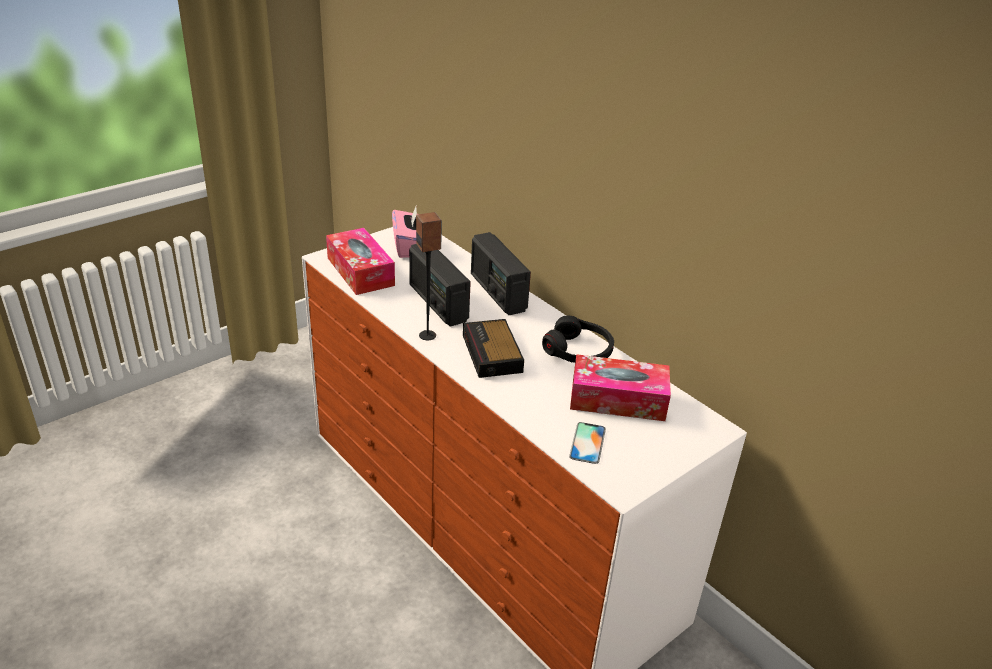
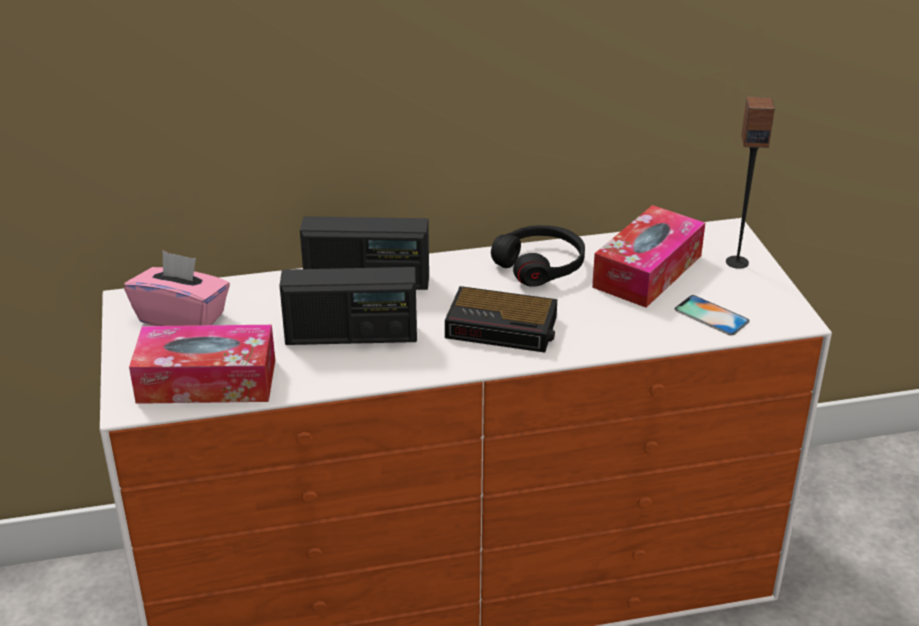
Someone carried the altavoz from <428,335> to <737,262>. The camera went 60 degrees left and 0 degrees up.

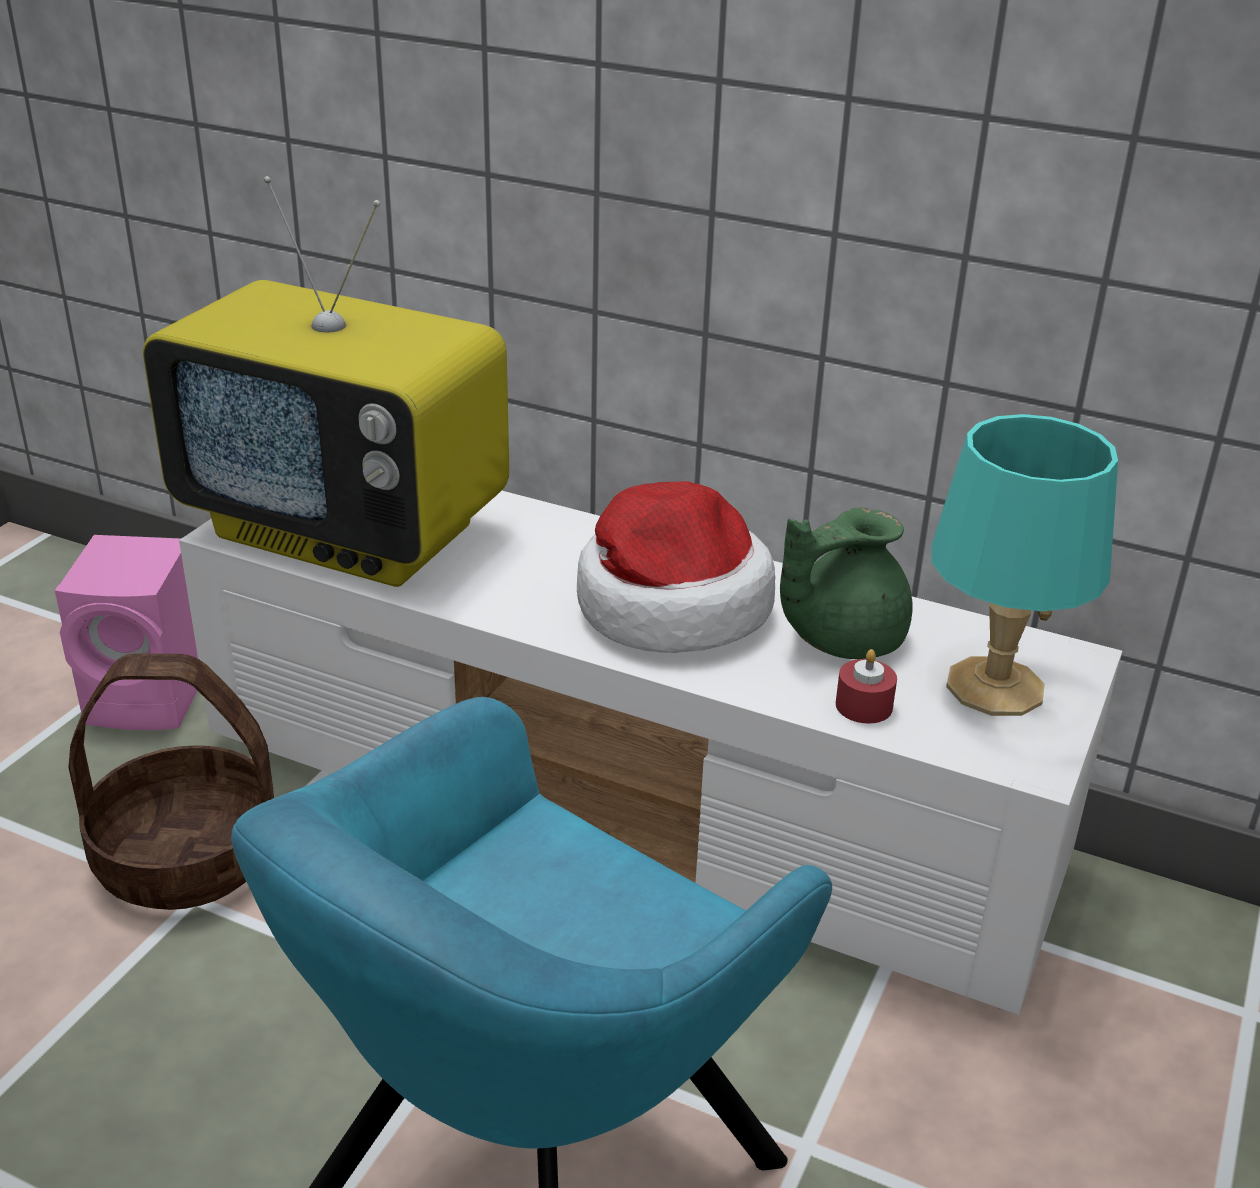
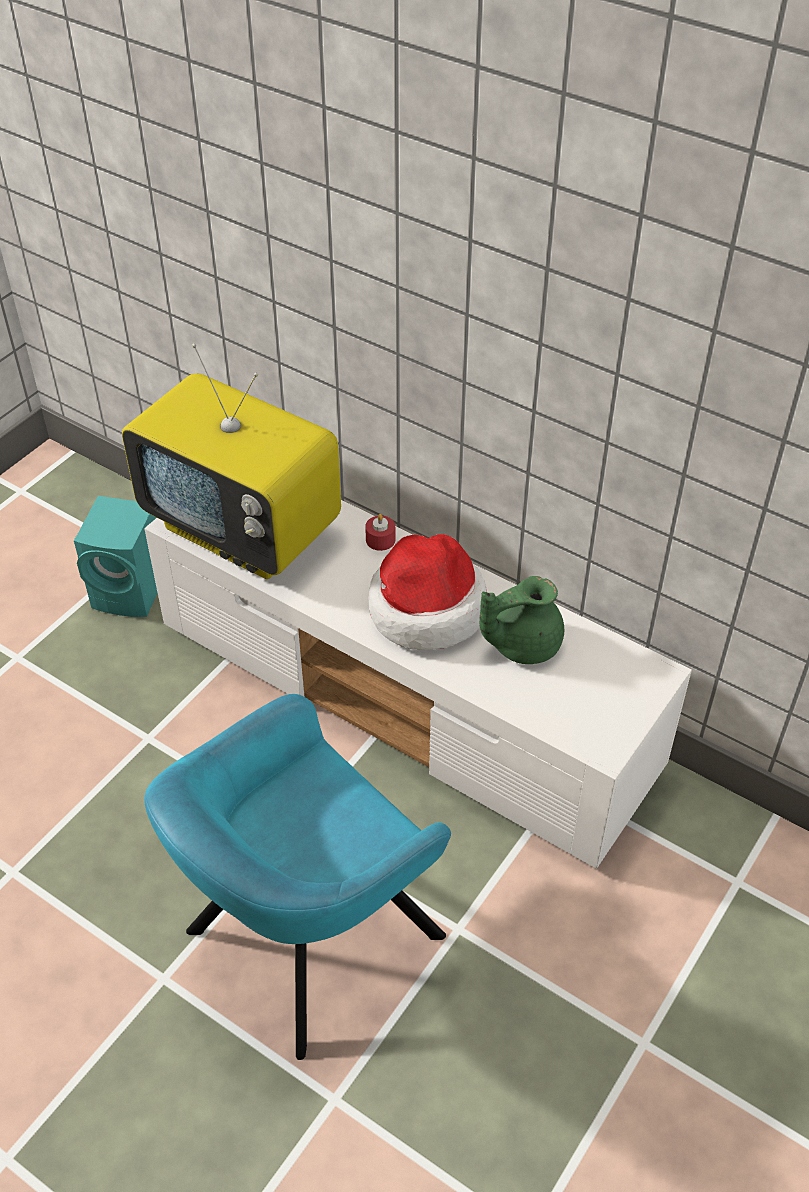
Someone took away the cesta at <188,856>. Someone took away the lámpara de mesa/turquesa at <992,686>. Someone carried the vela/rojo from <864,706> to <380,540>. Someone repainted the altavoz/rosa at <152,697>, which became the altavoz/turquesa at <132,591>. The camera went 10 degrees right and 15 degrees up.

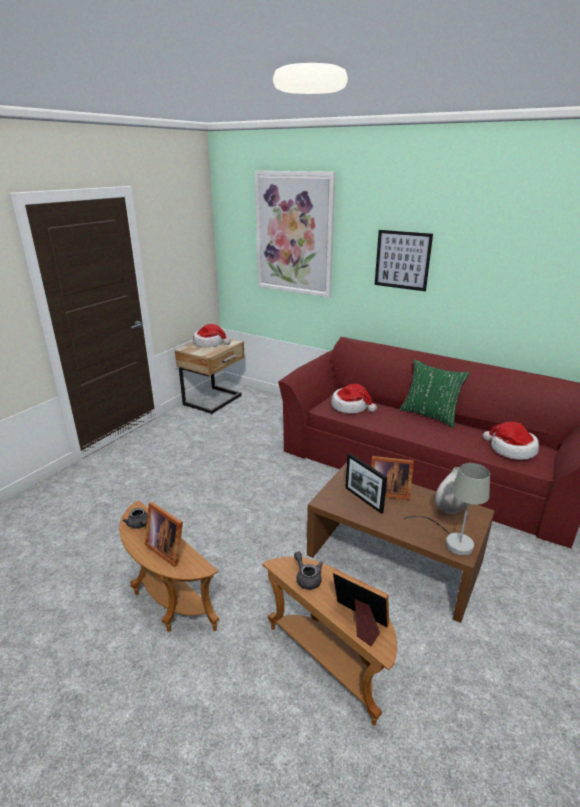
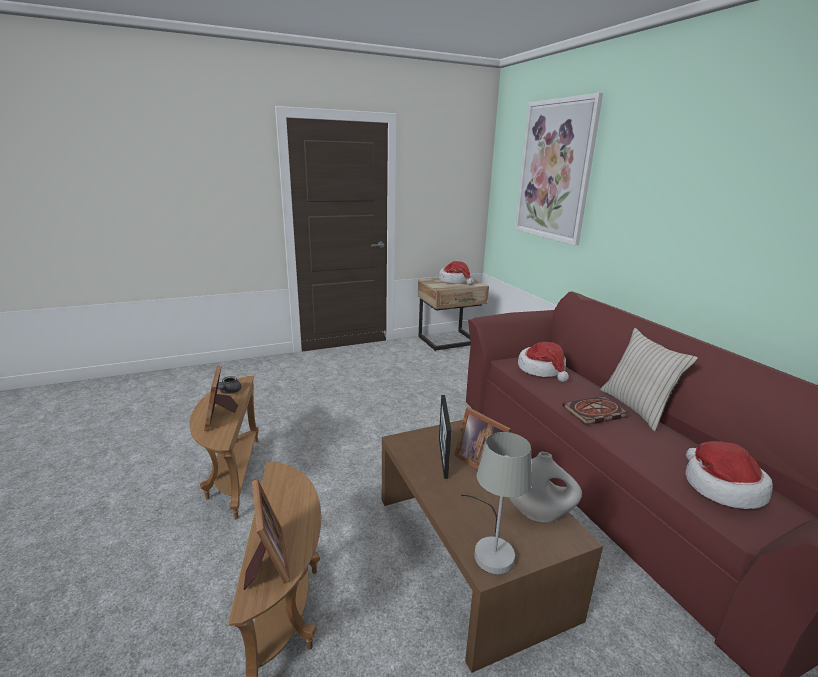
Someone took away the tetera/gris at <307,578>. Someone took away the cuadro at <402,260>. Someone put down the libro at <594,413>. Someone repainted the cojín/verde at <429,415>, which became the cojín/beis at <636,408>. The camera went 35 degrees right and 5 degrees down.

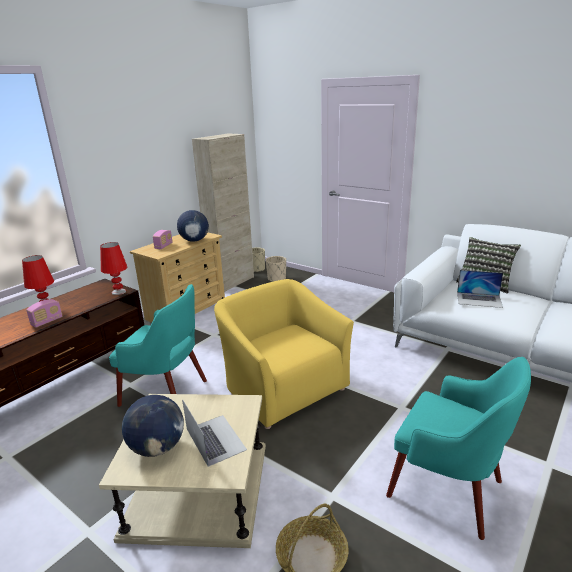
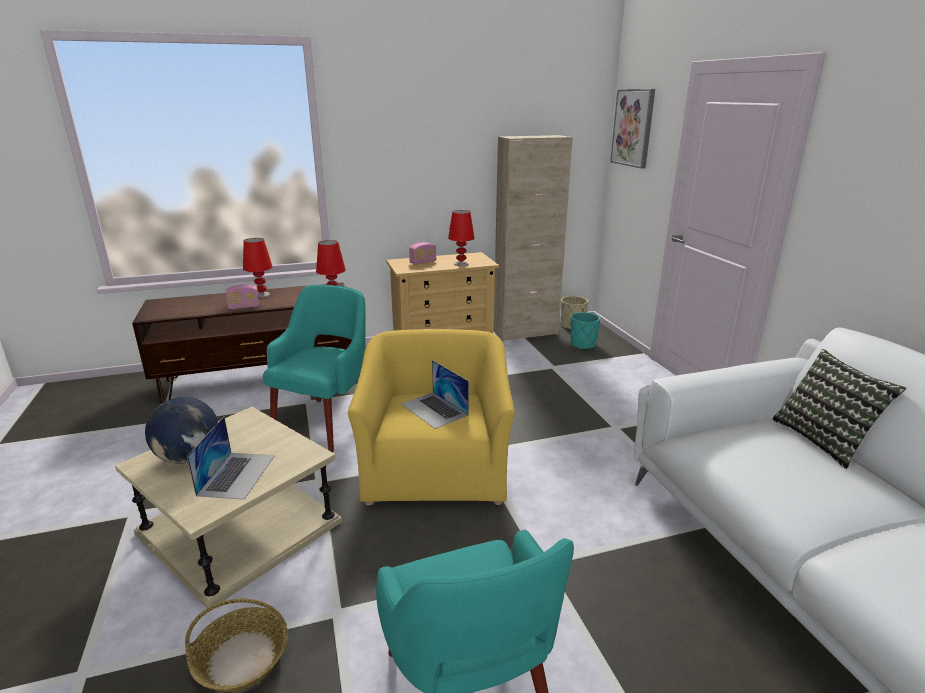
Someone put up the cuadro at <633,128>. Someone carried the portátil from <479,300> to <434,409>. Someone swapped the globo terráqueo at <194,240> for the lámpara de mesa/rojo at <461,264>. Someone repainted the maceta/beis at <276,279>, which became the maceta/turquesa at <583,344>. Someone rotated the sillón/turquesa at <165,392> by 120 degrees counterclockwise. The camera went 35 degrees right and 0 degrees up.

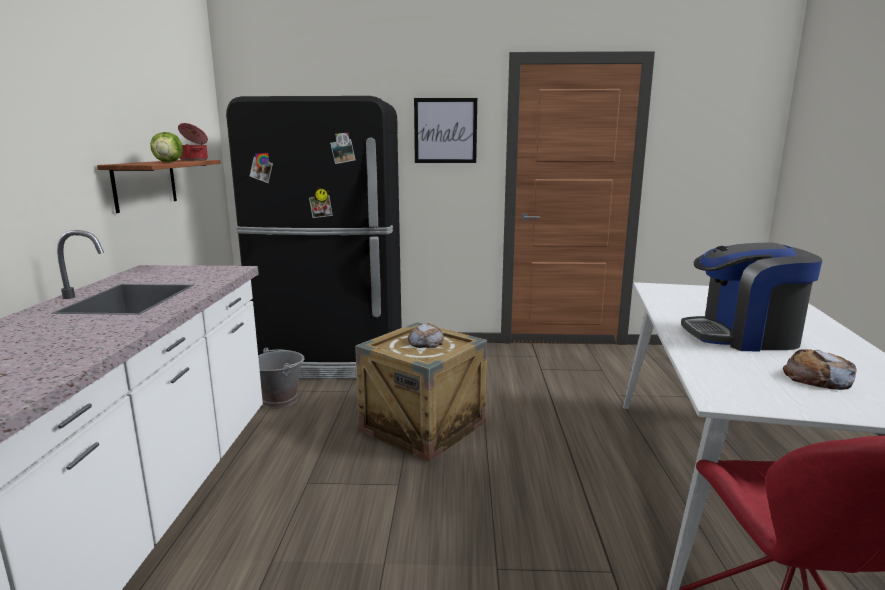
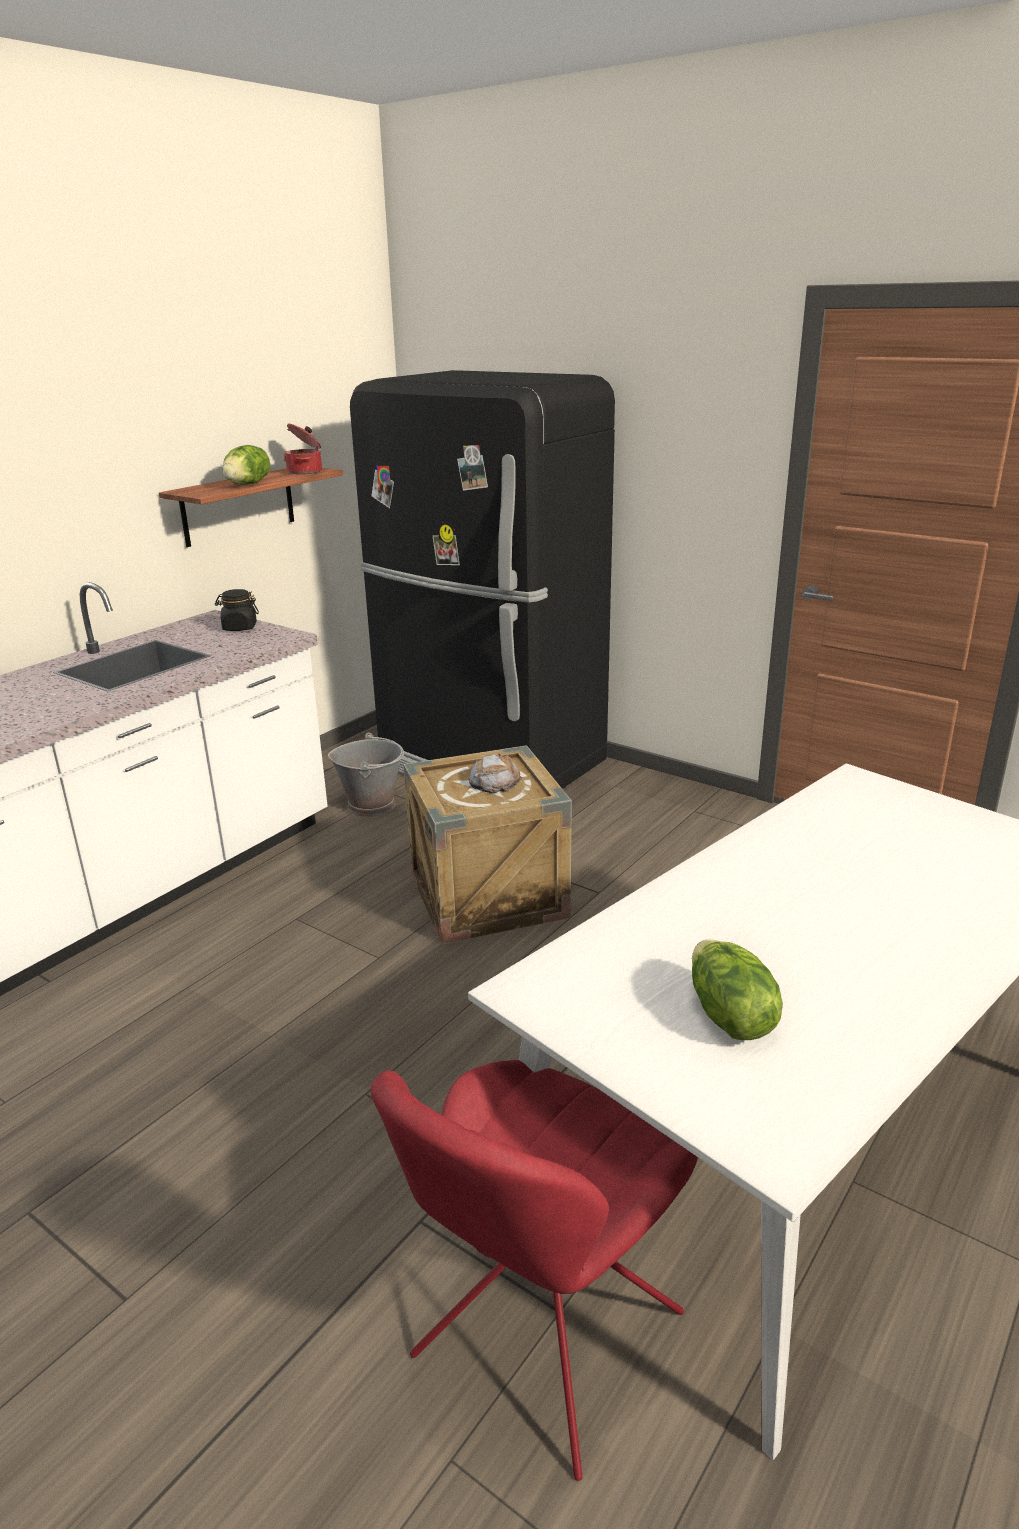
Someone took away the cuadro at <445,131>. Someone took away the cafetera at <743,336>. Someone put down the tarro/negro at <239,628>. Someone swapped the pan at <817,378> for the lechuga at <728,1016>. The camera went 35 degrees right and 10 degrees up.

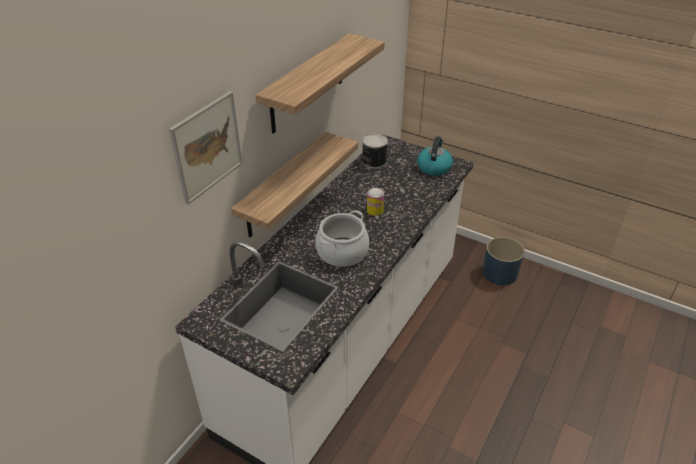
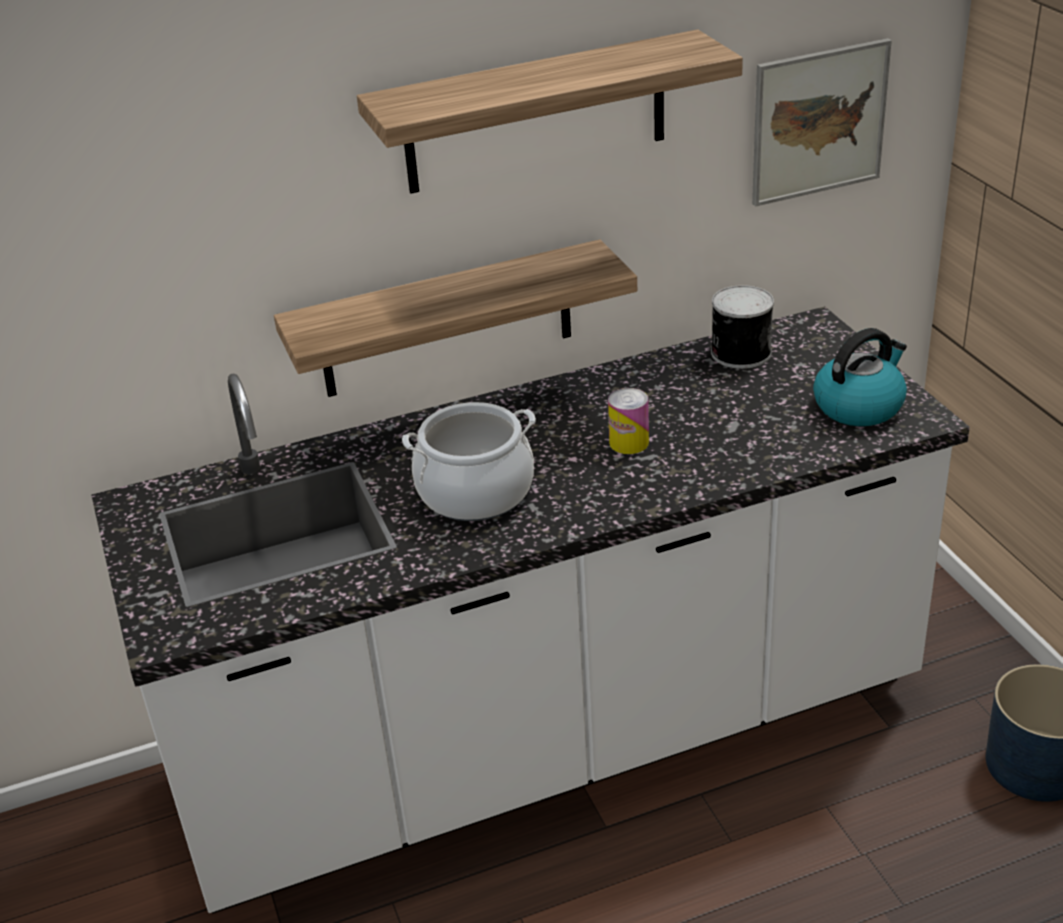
Someone carried the cuadro from <207,147> to <818,122>. The camera went 40 degrees right and 5 degrees down.

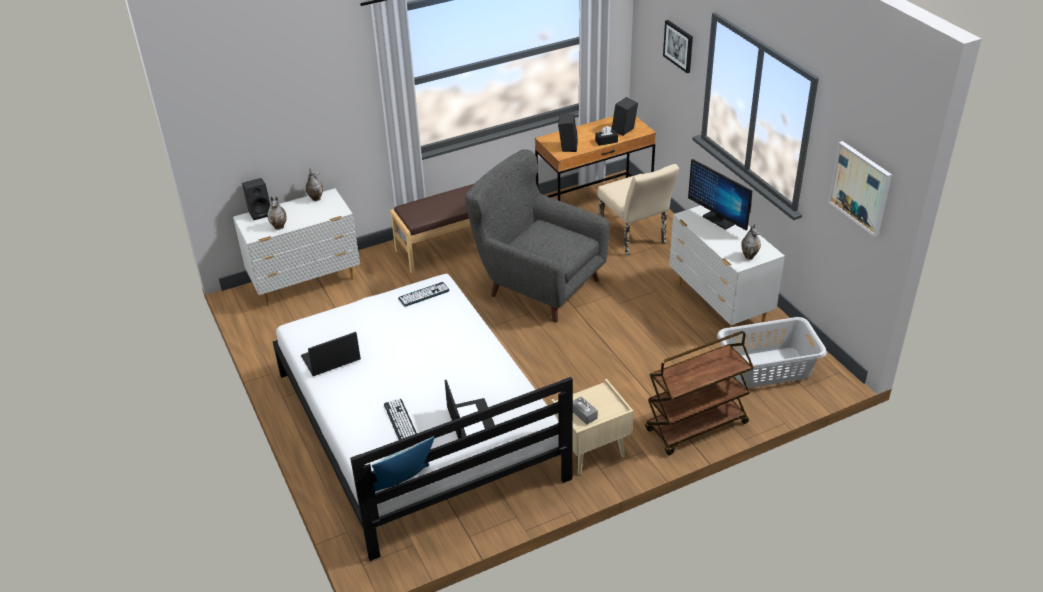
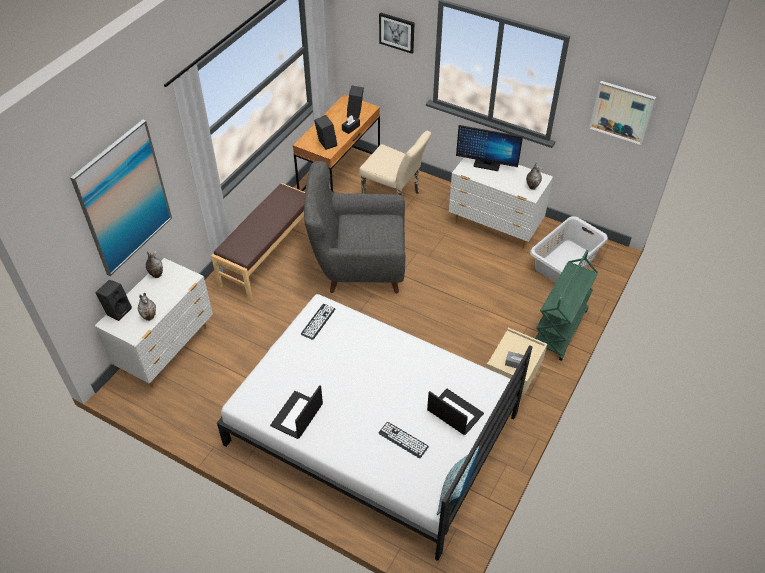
Someone put up the cuadro at <124,199>. Someone repainted the carrito/marrón at <696,427>, which became the carrito/verde at <560,330>. The camera went 35 degrees left and 10 degrees up.

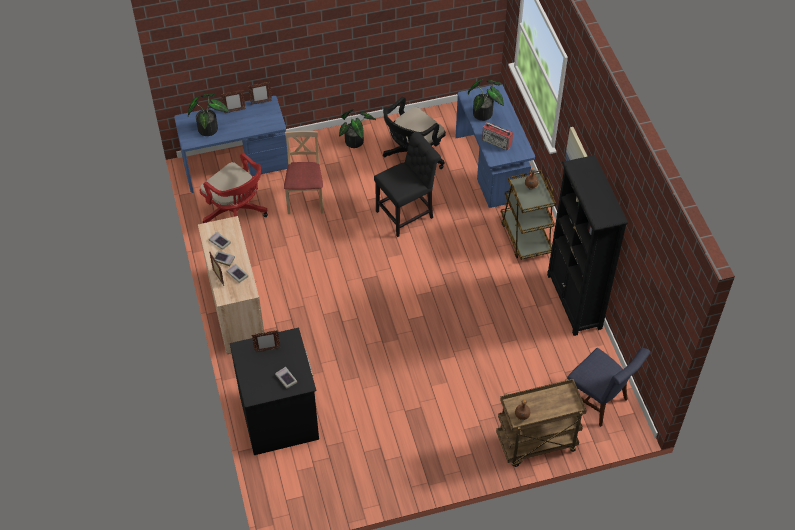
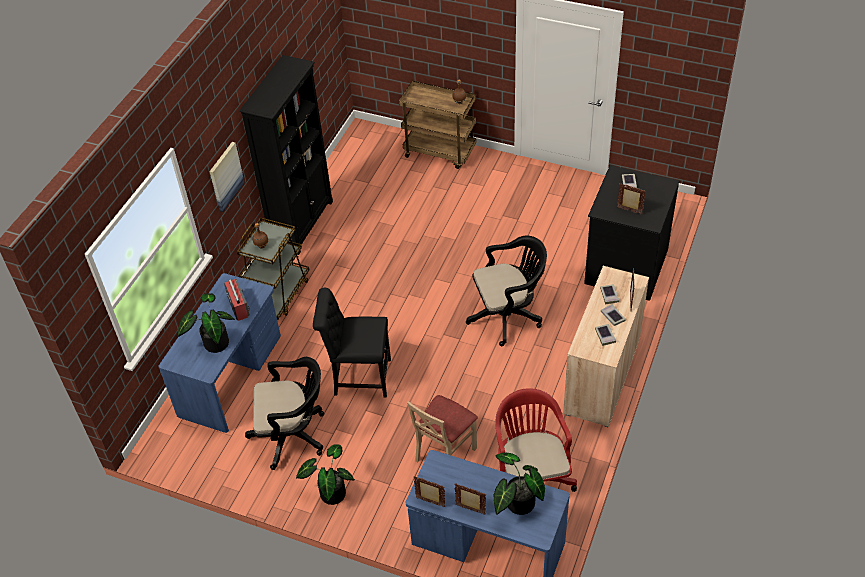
Someone took away the silla/azul at <599,401>. Someone put down the silla de oficina/negro at <508,315>. The camera went 140 degrees left and 5 degrees down.

